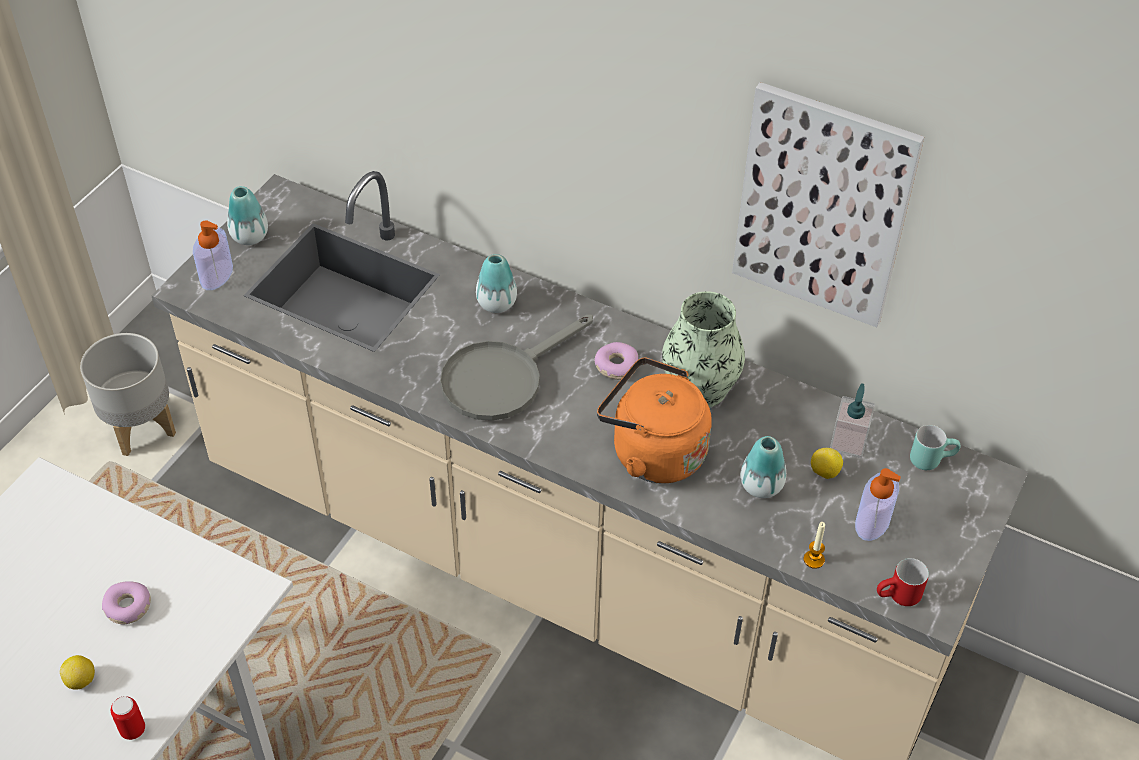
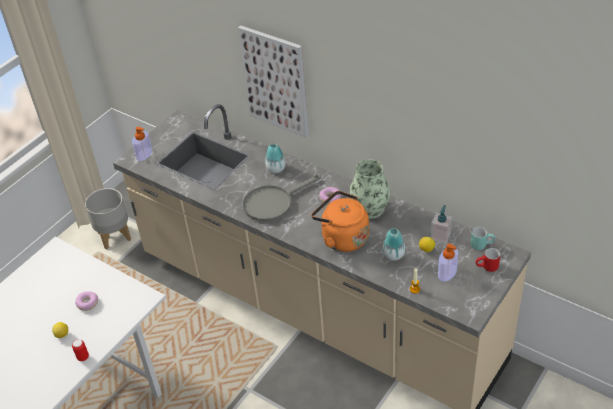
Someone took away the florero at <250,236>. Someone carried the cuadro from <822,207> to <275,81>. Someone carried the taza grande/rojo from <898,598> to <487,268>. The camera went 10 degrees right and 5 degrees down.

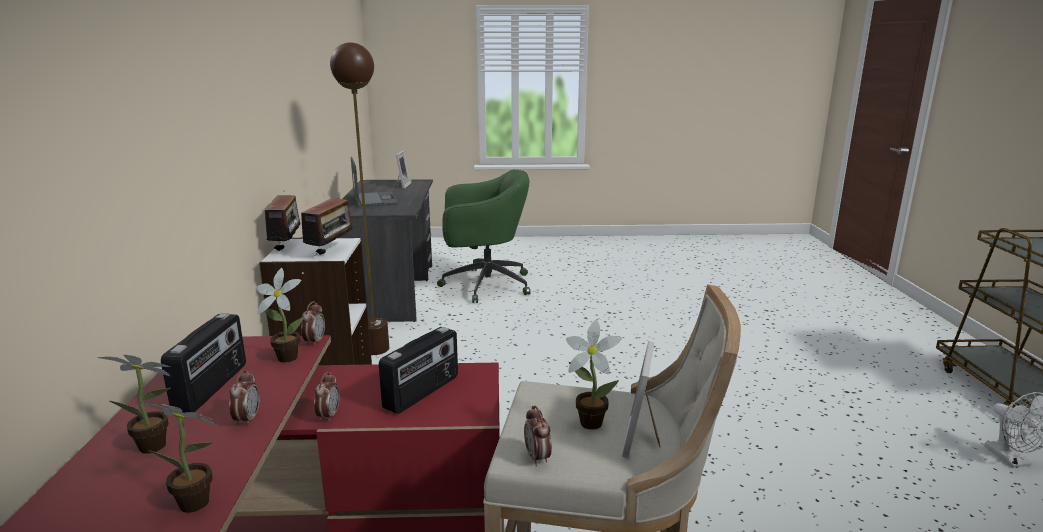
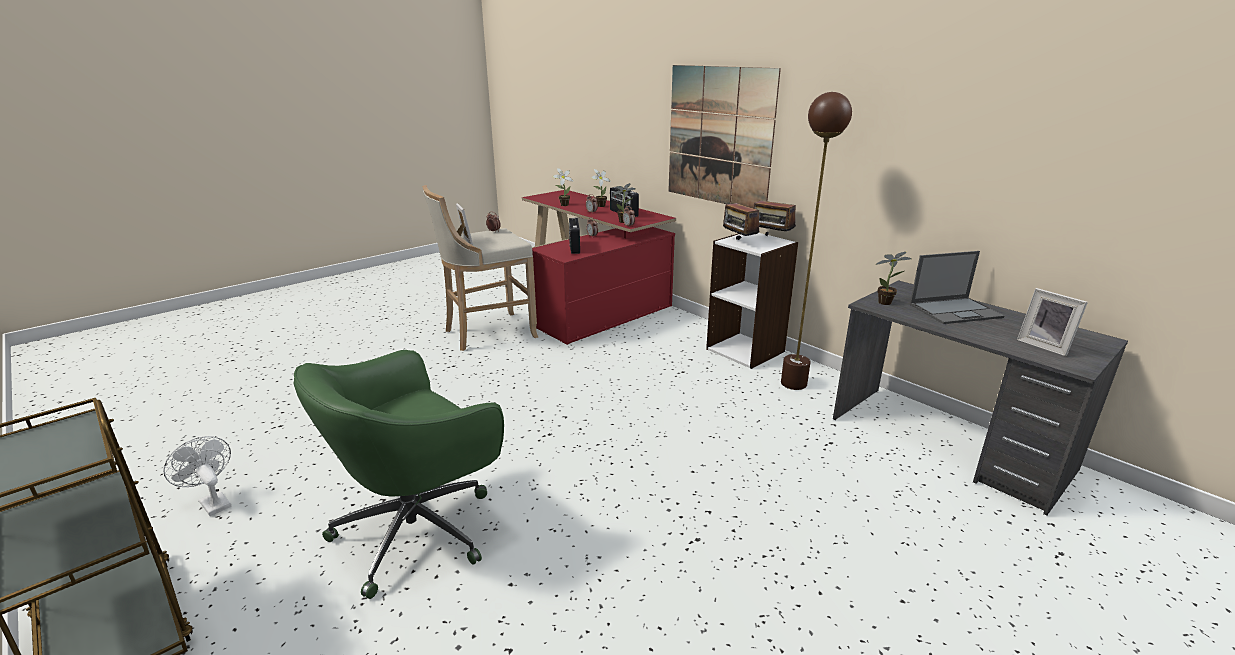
Someone put up the cuadro at <719,136>. Someone carried the silla de oficina/verde from <484,285> to <419,529>. Someone carried the planta en maceta from <588,421> to <887,303>. Someone rotated the portátil at <374,199> by 45 degrees counterclockwise. The camera went 140 degrees right and 5 degrees up.

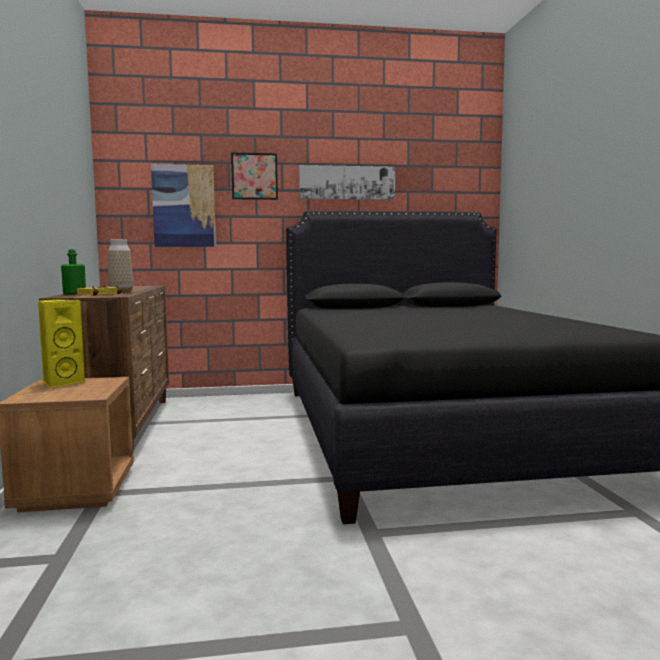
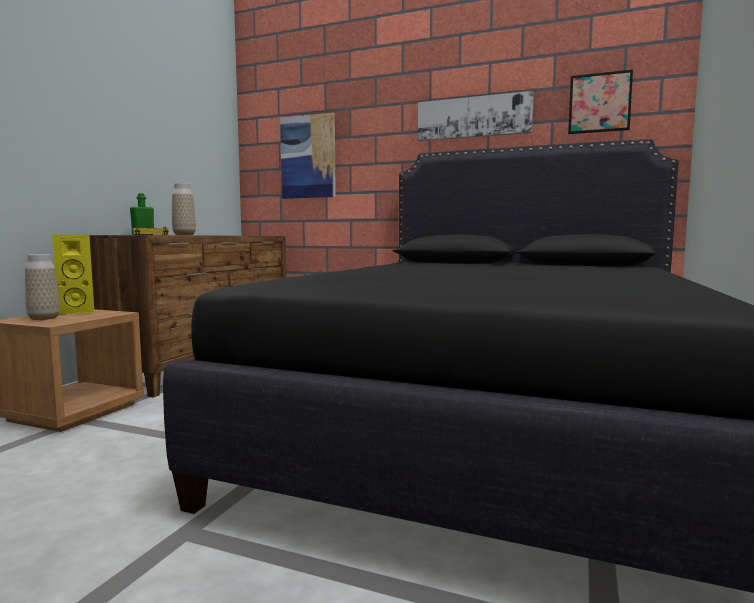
Someone put down the florero at <44,318>. Someone carried the cuadro from <254,176> to <599,103>. The camera went 30 degrees right and 0 degrees up.

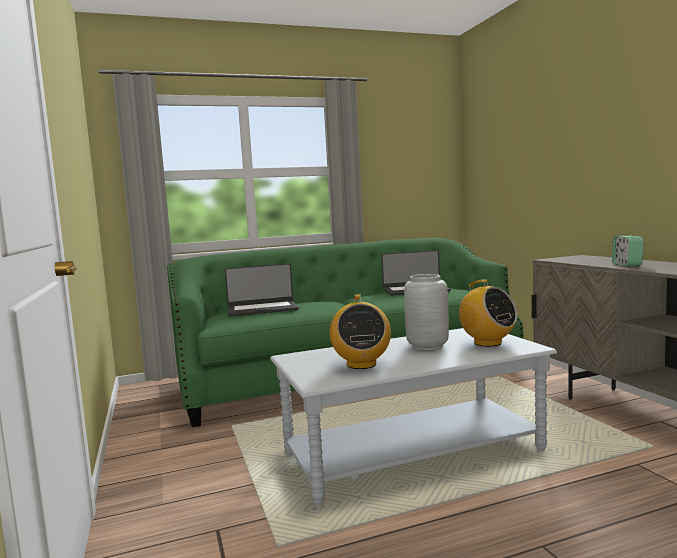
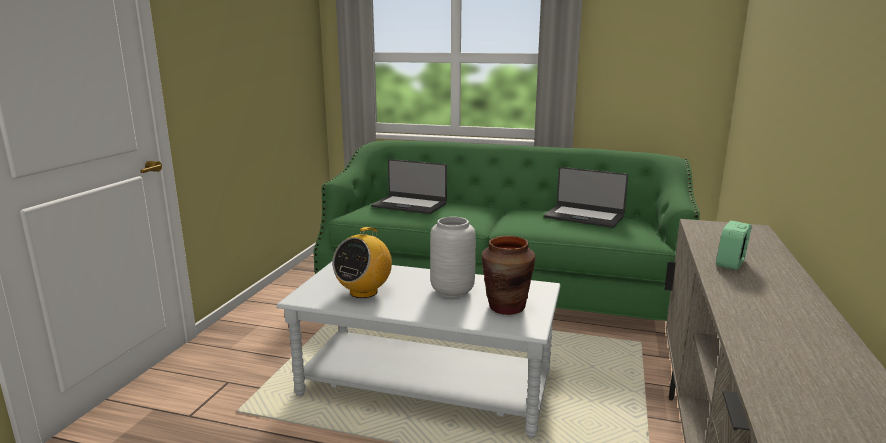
Someone swapped the radio at <487,343> for the florero/marrón at <506,307>. The camera went 35 degrees right and 10 degrees up.

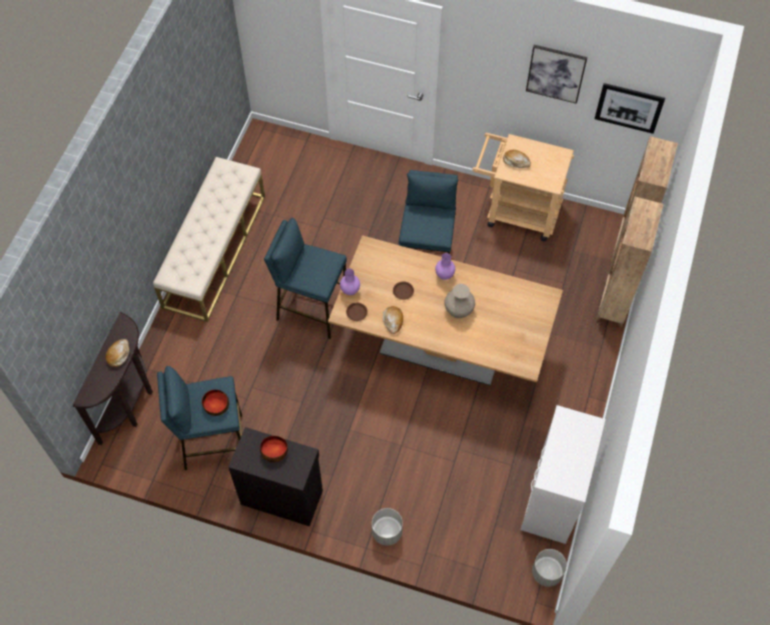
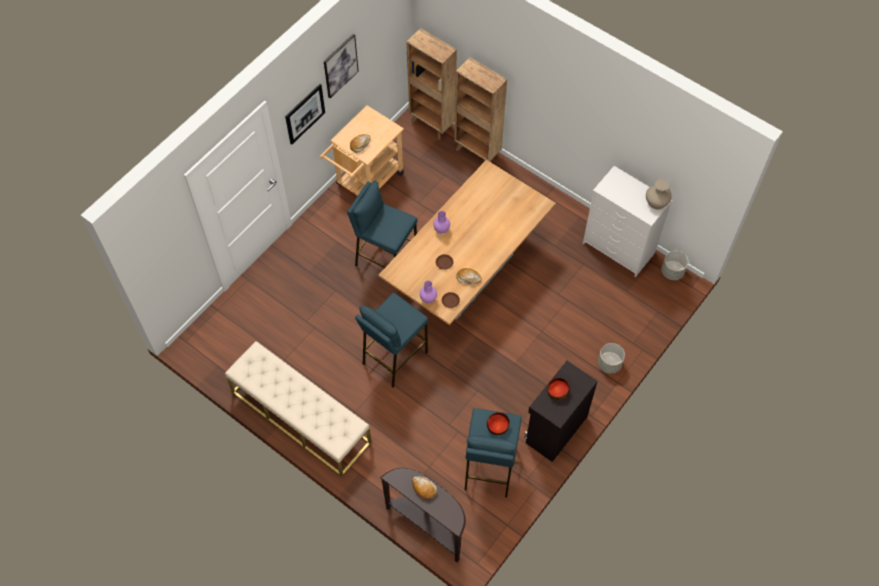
Someone carried the florero/beis from <459,309> to <656,202>. Someone carried the cuadro from <629,108> to <305,114>. The camera went 70 degrees left and 0 degrees up.

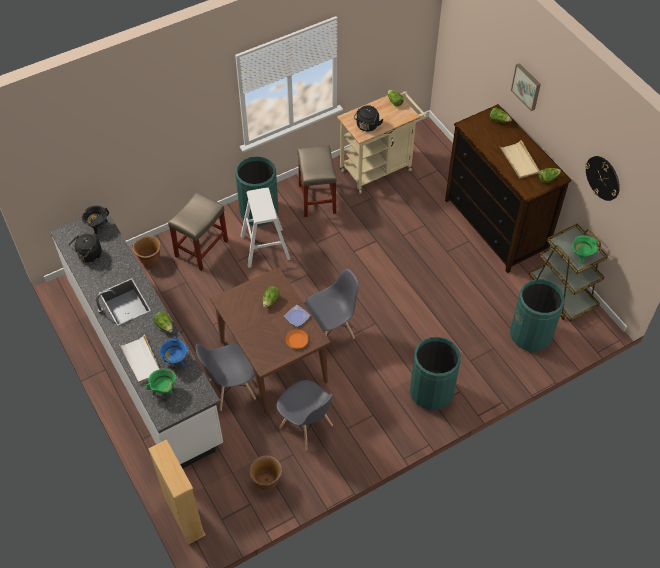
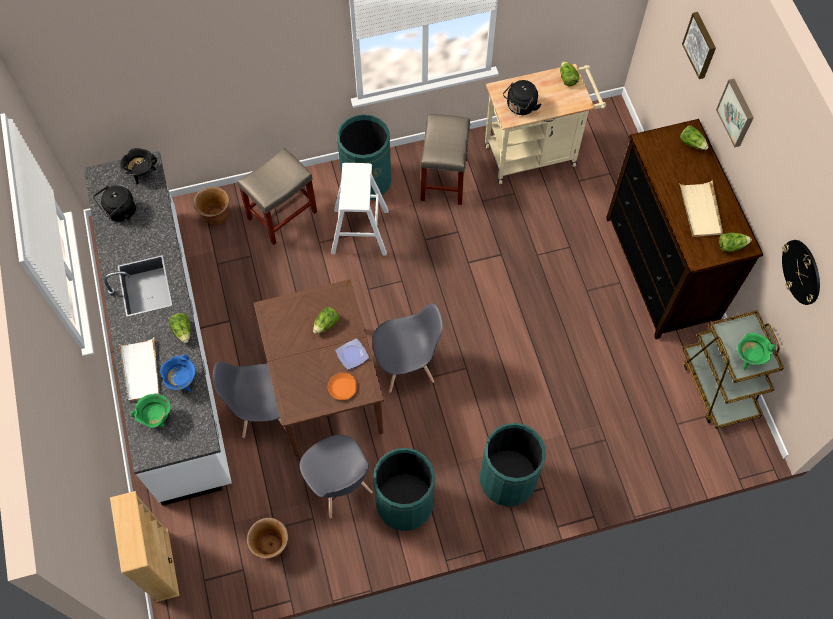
Someone put up the cuadro at <701,45>. Someone carried the papelera/verde from <530,334> to <405,503>. The camera went 15 degrees right and 10 degrees up.

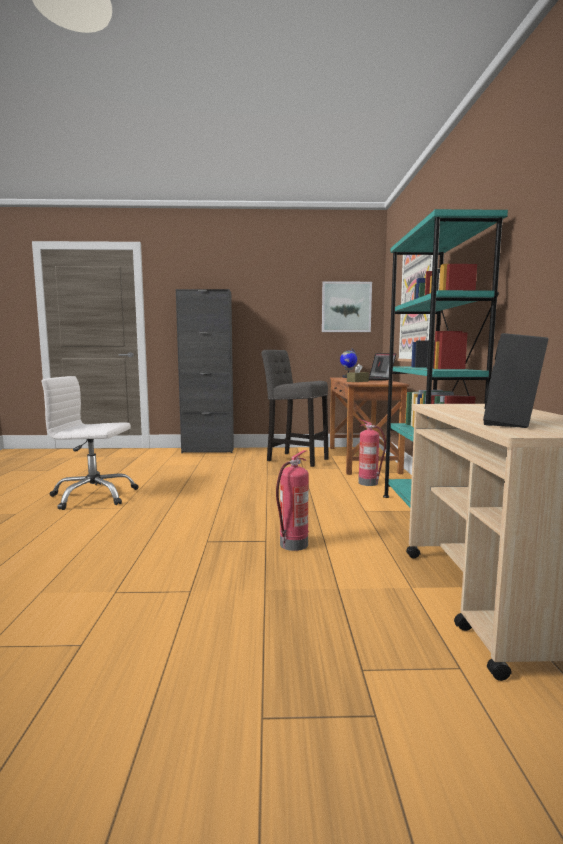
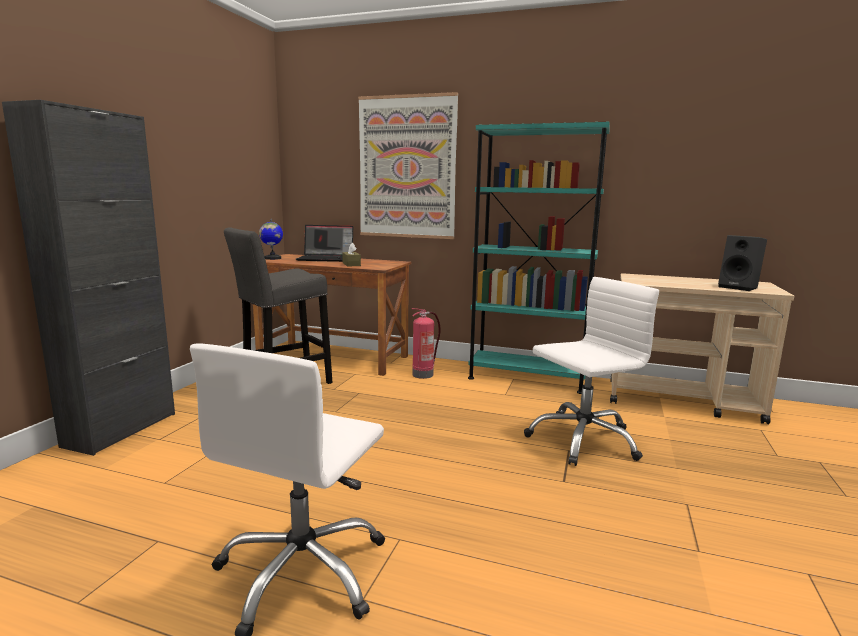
Someone took away the cuadro at <346,307>. Someone swapped the extintor at <293,545> for the silla de oficina/blanco at <582,439>. The camera went 70 degrees left and 5 degrees up.

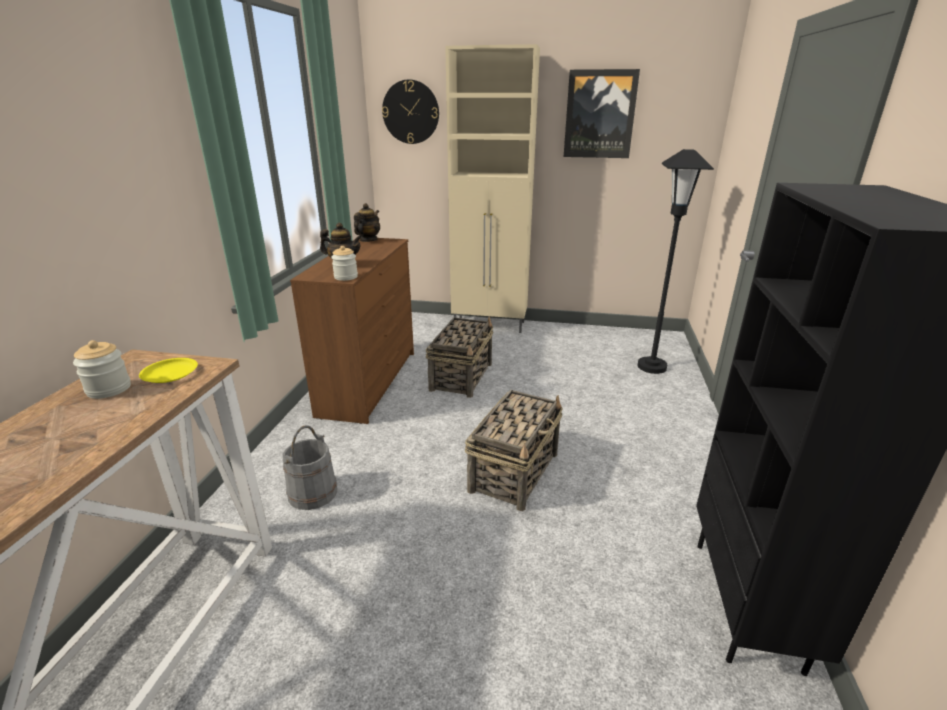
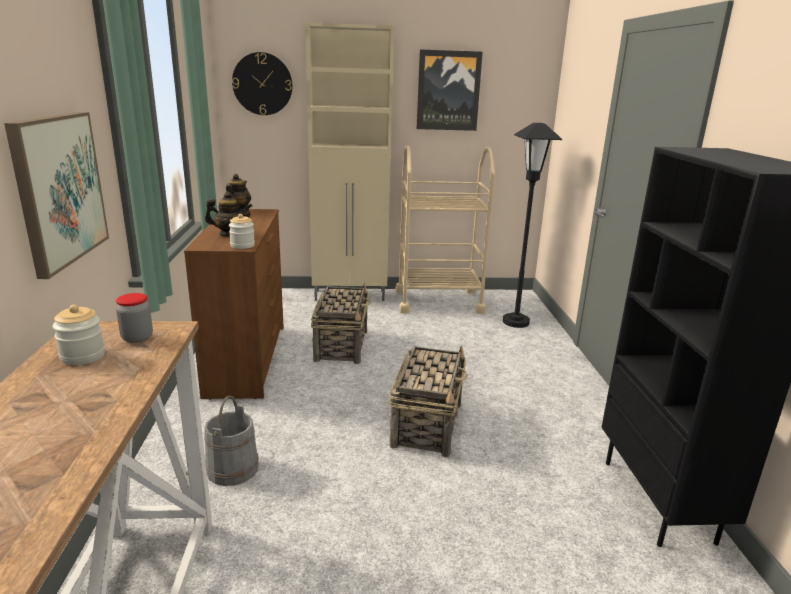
Someone put up the cuadro at <59,189>. Someone put down the carrito/beis at <438,301>. Someone swapped the plato/amarillo at <170,373> for the tarro at <137,338>. The camera went 15 degrees left and 5 degrees down.

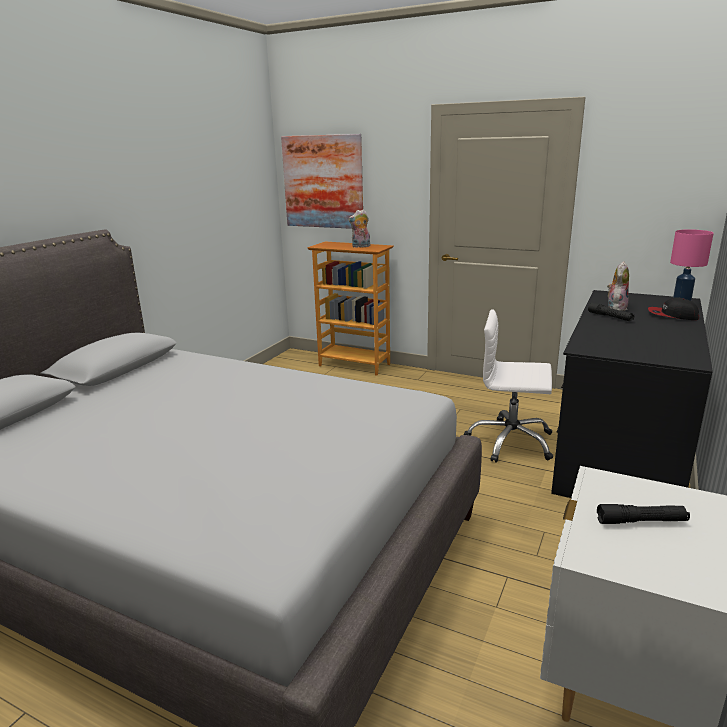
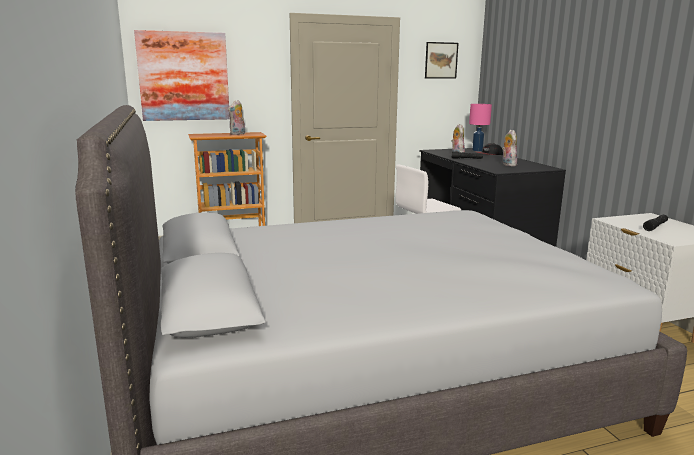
Someone put up the cuadro at <441,60>. Someone put down the peluche at <507,164>. The camera went 45 degrees left and 5 degrees down.

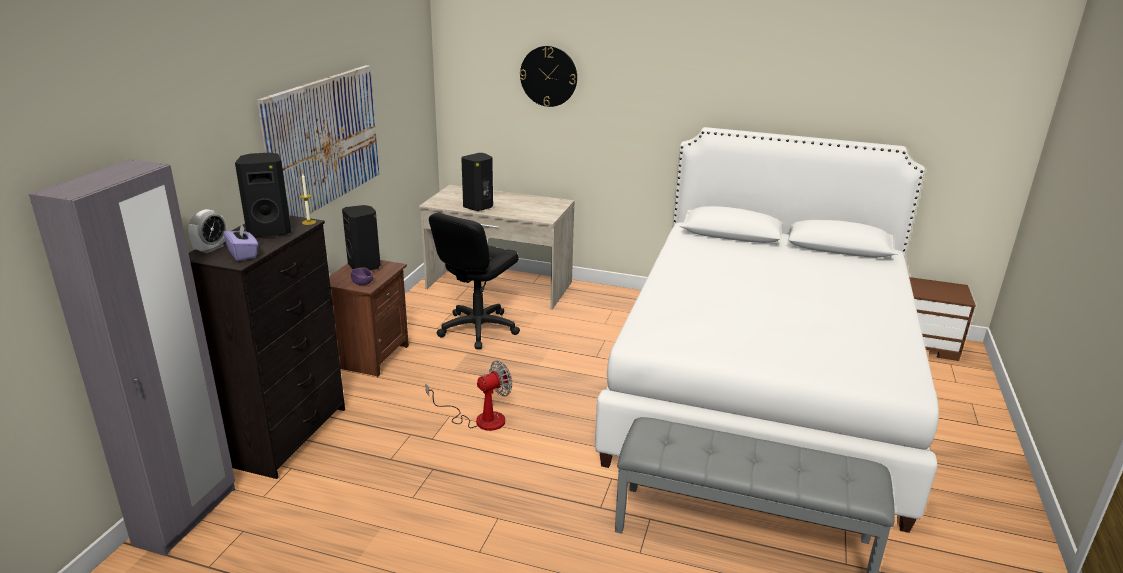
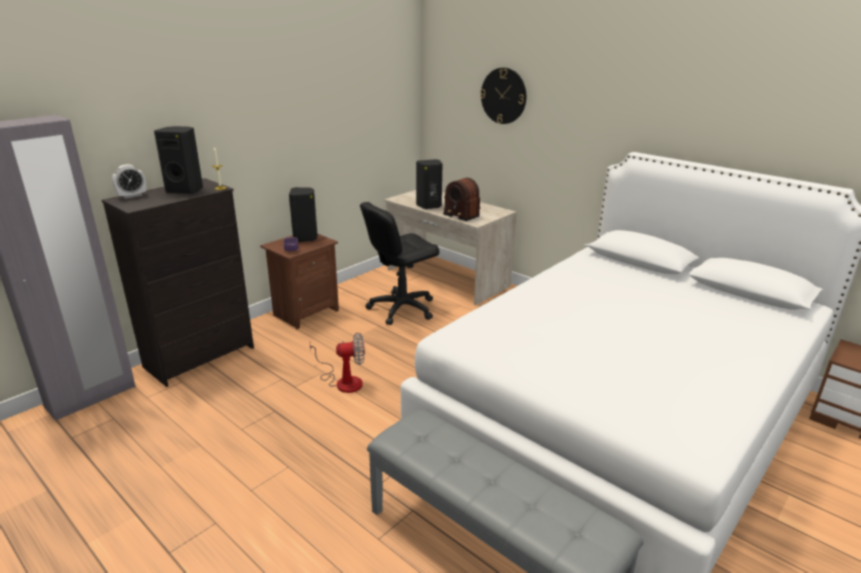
Someone took away the caja de pañuelos/morado at <243,254>. Someone took away the cuadro at <323,141>. Someone put down the radio at <462,213>. The camera went 25 degrees right and 0 degrees up.

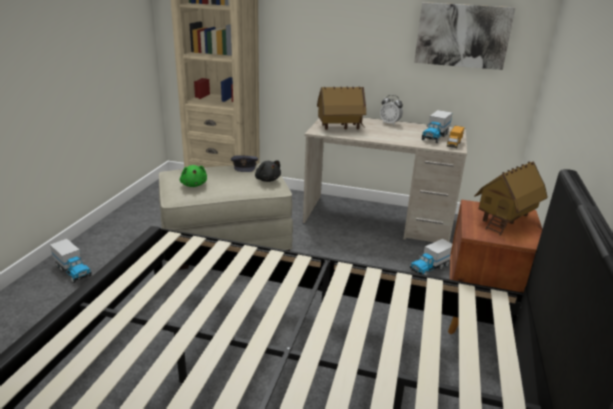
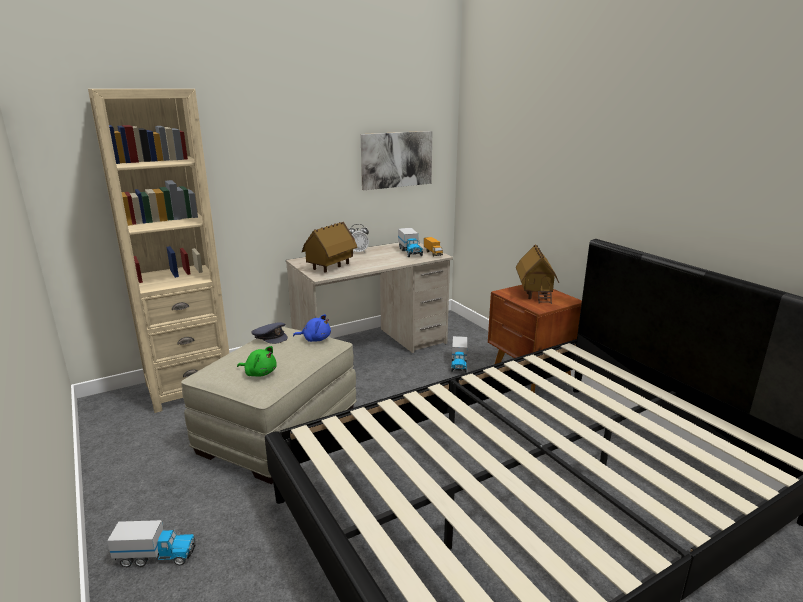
Someone repainted the peluche/negro at <267,179>, which became the peluche/azul at <315,339>. The camera went 45 degrees left and 5 degrees down.

